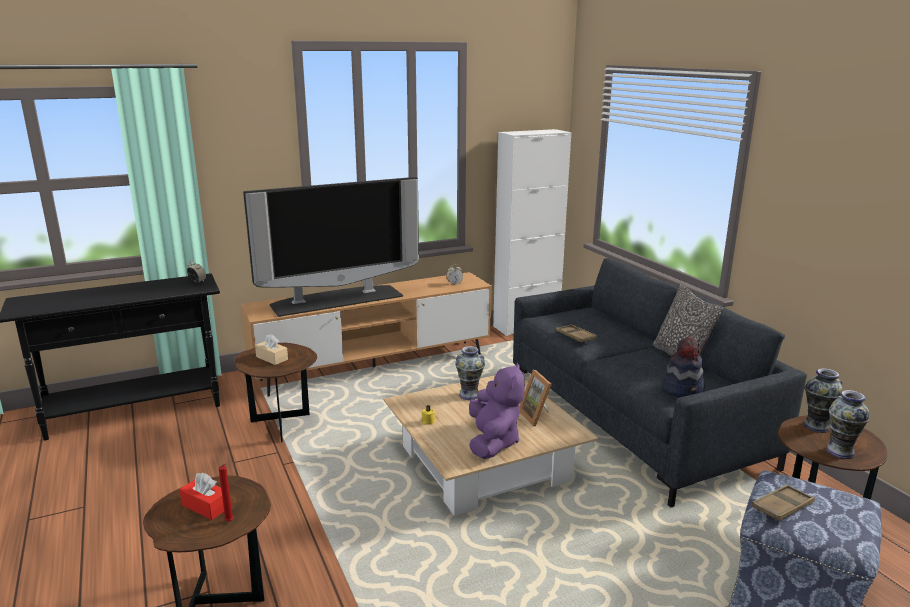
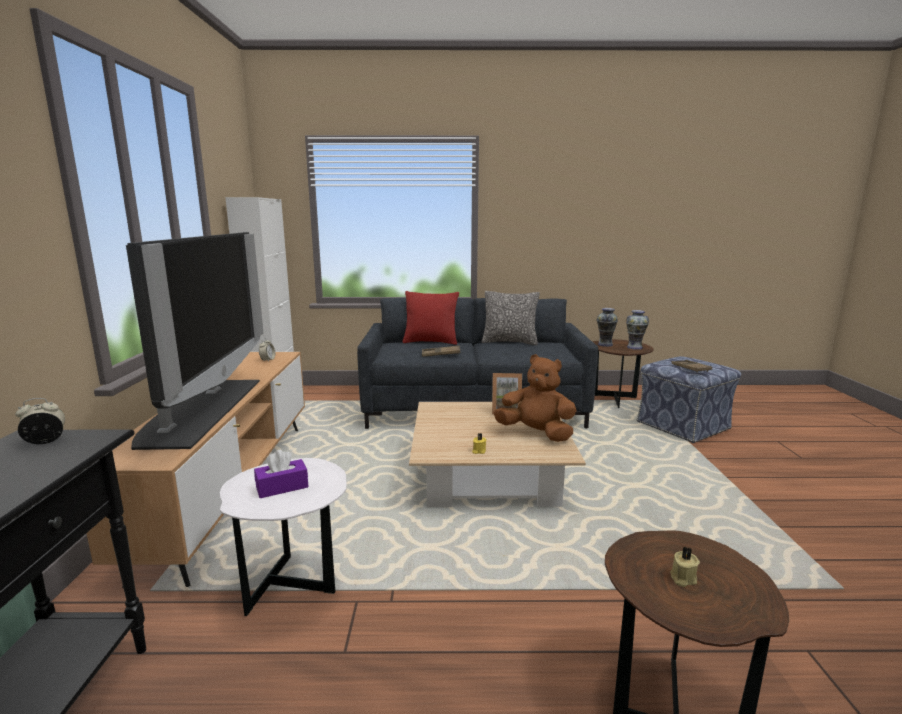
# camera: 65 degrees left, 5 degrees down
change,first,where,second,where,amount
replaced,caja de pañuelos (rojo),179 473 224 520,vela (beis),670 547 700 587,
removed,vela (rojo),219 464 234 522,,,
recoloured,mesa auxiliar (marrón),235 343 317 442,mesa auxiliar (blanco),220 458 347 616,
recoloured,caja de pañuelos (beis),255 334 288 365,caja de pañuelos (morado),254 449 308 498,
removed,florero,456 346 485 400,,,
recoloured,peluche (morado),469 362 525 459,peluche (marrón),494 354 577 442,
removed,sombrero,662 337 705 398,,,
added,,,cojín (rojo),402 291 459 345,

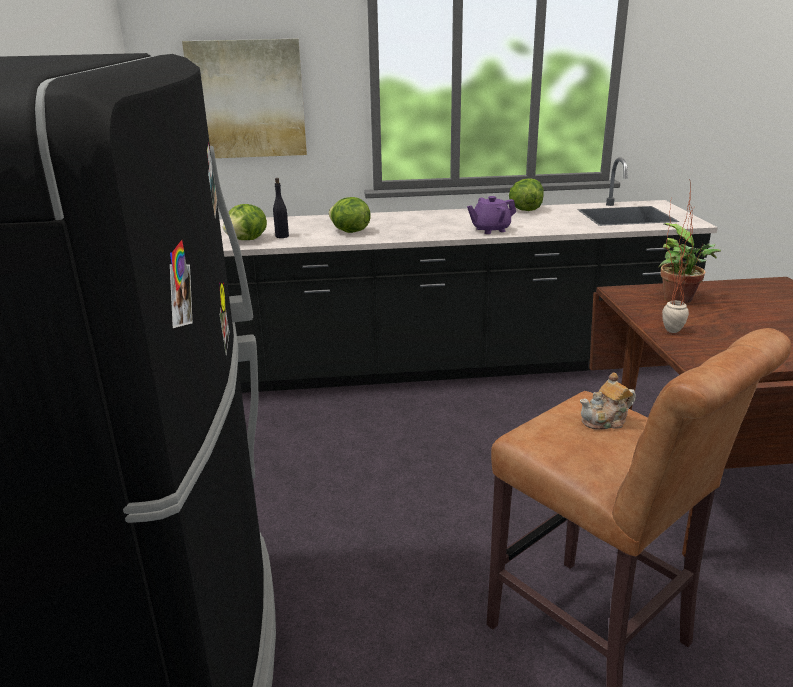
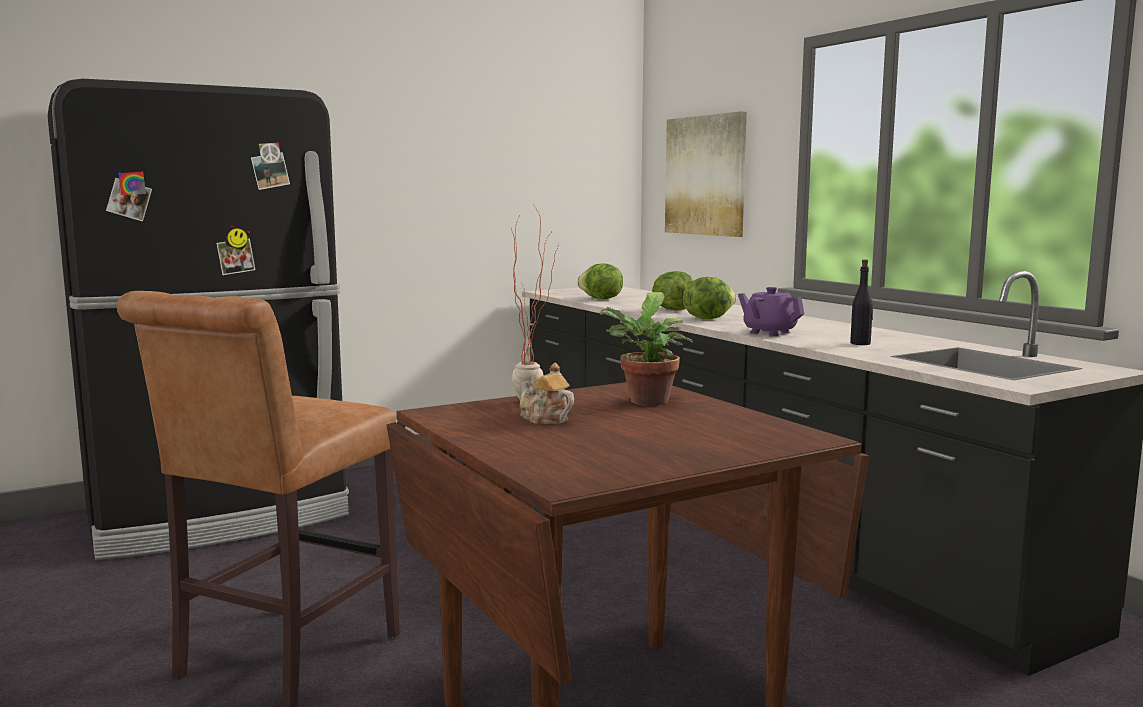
# camera: 65 degrees right, 15 degrees down
change,first,where,second,where,amount
moved,botella (negro),273 178 289 238,,850 259 873 345,
moved,lechuga,509 178 544 211,,683 277 736 319,
moved,tetera,580 372 636 430,,520 363 574 424,

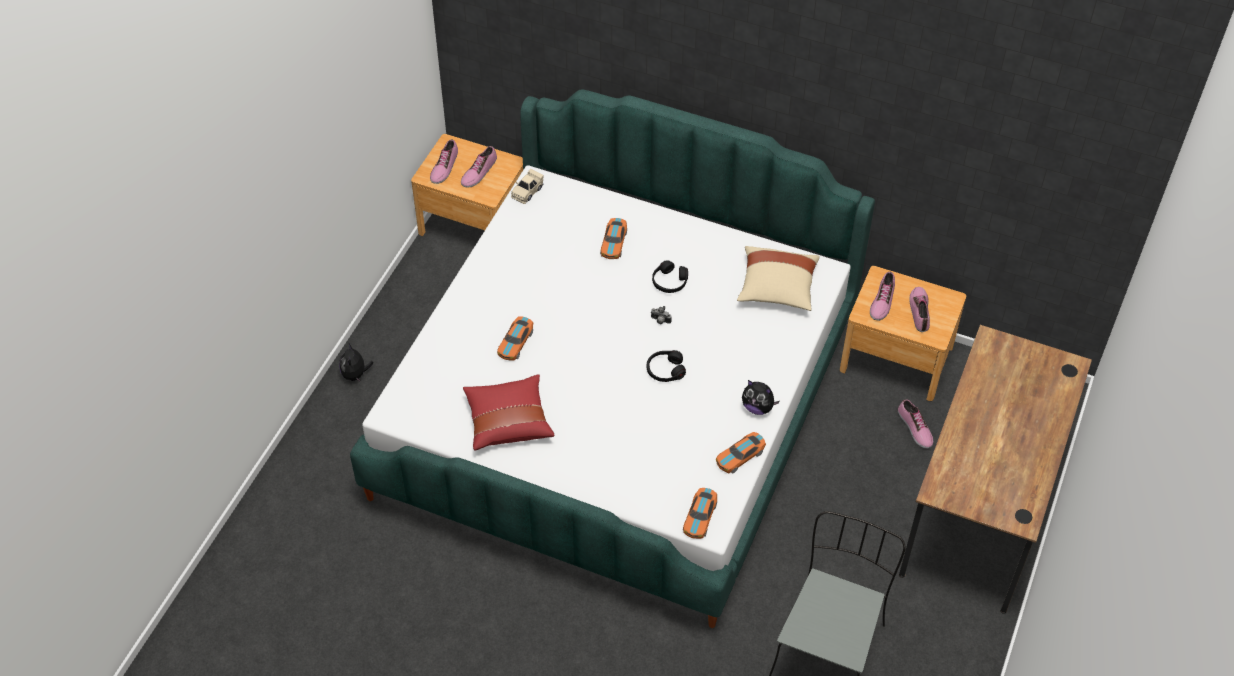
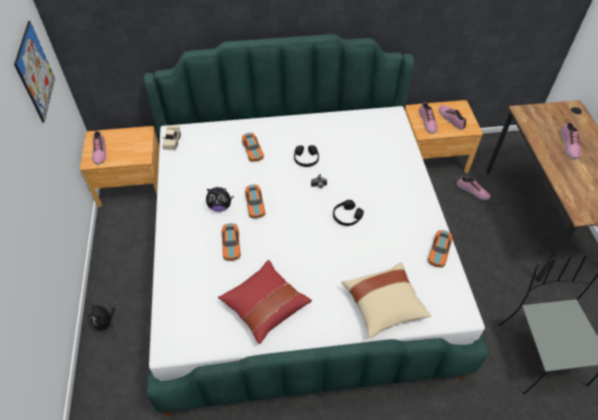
# camera: 30 degrees left, 0 degrees up
change,first,where,second,where,amount
moved,zapato,461 146 497 188,,561 122 581 159,
moved,coche de juguete,683 488 717 539,,245 185 265 219,
moved,cojín (beis),737 246 819 311,,341 263 431 338,
moved,peluche,742 380 780 415,,206 187 234 212,
added,,,cuadro,14 21 55 123,

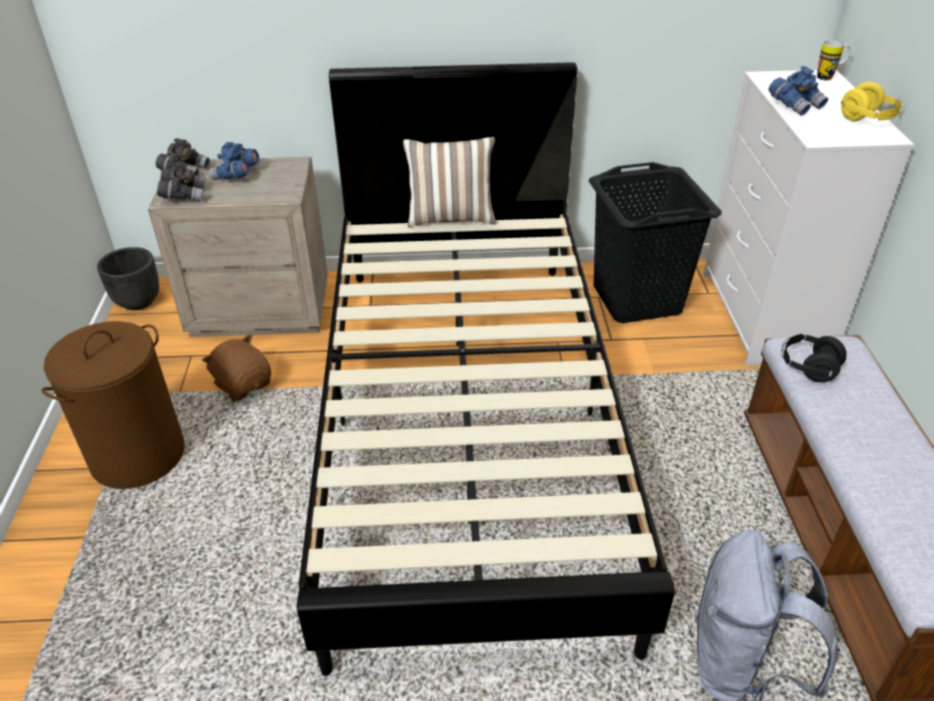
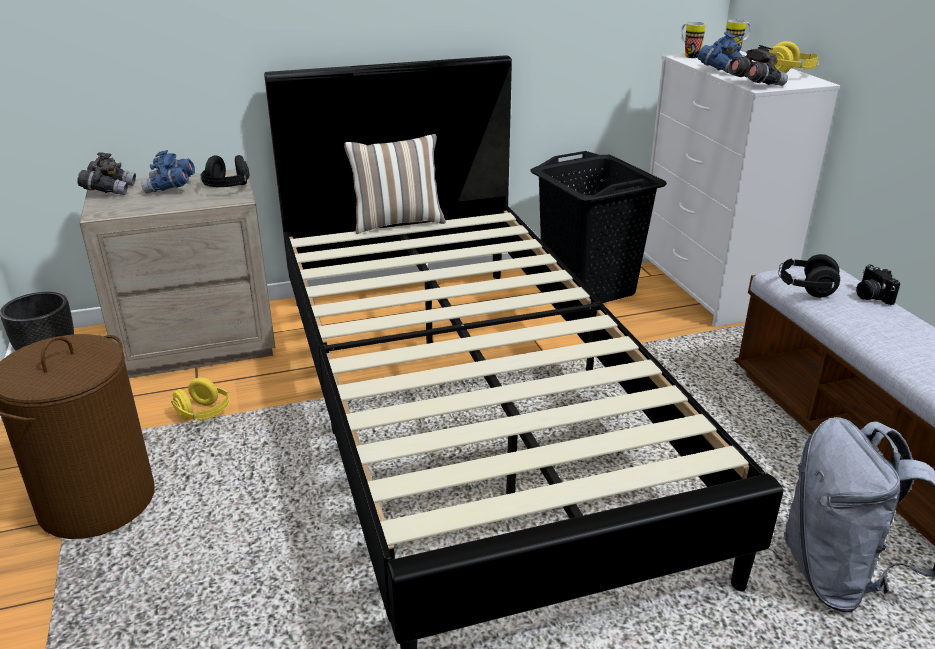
# camera: 15 degrees left, 10 degrees down
change,first,where,second,where,amount
moved,prismáticos (gris),157 162 205 201,,729 45 788 86,
replaced,peluche (marrón),202 335 271 402,auriculares (amarillo),171 378 230 421,
added,,,auriculares (negro),200 155 249 187,
added,,,taza grande,681 22 706 58,
added,,,cámara,856 265 900 305,

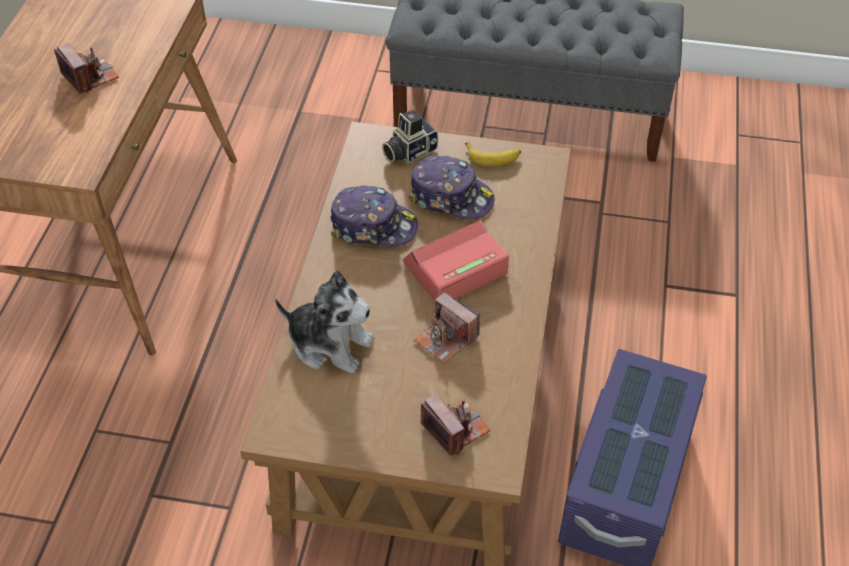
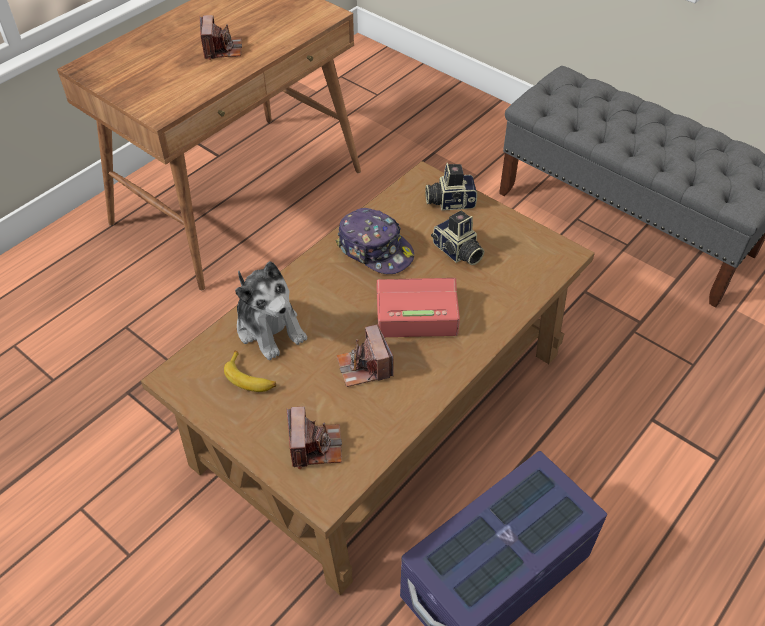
# camera: 30 degrees right, 0 degrees up
change,first,where,second,where,amount
replaced,gorra,409 156 494 219,cámara,431 211 485 265,
moved,plátano,465 142 521 166,,224 350 276 392,

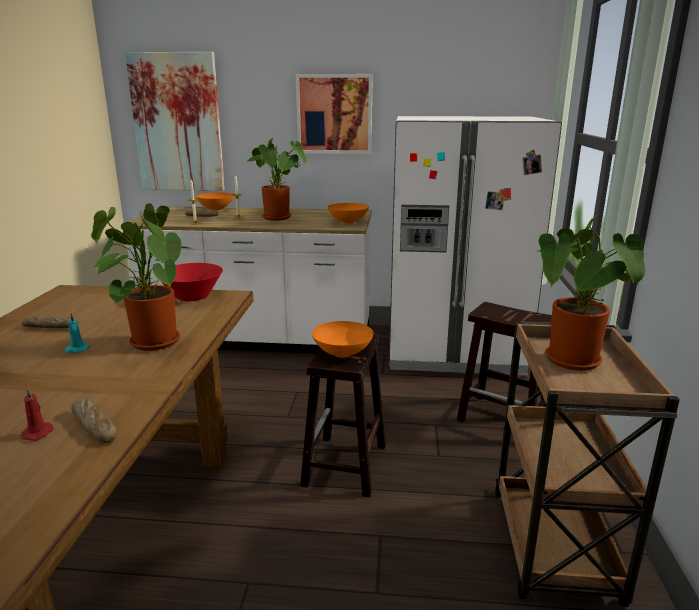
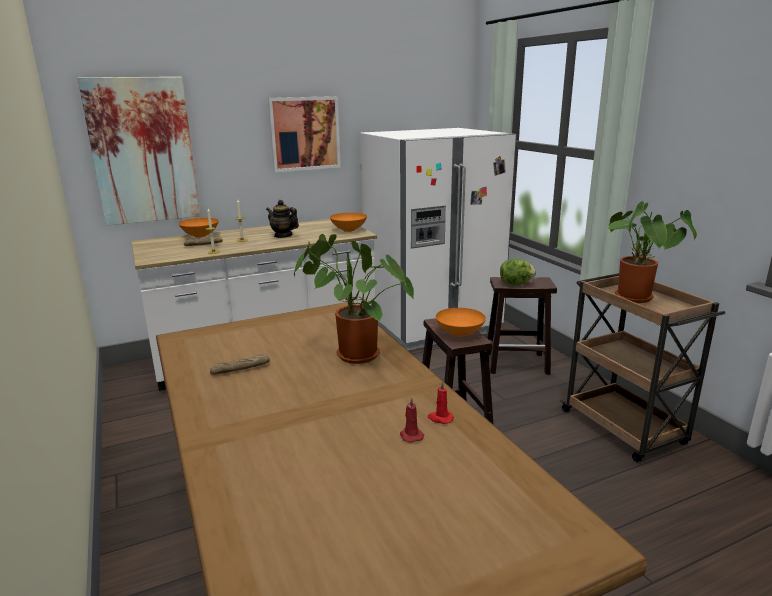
# camera: 30 degrees left, 0 degrees up
change,first,where,second,where,amount
removed,vela (turquesa),65 313 90 353,,,
replaced,pan,71 398 117 443,vela (rojo),428 381 454 424,
removed,cuenco (rojo),162 263 223 301,,,
replaced,planta en maceta,246 138 307 221,tetera,266 200 299 238,
added,,,lechuga,500 259 536 285,

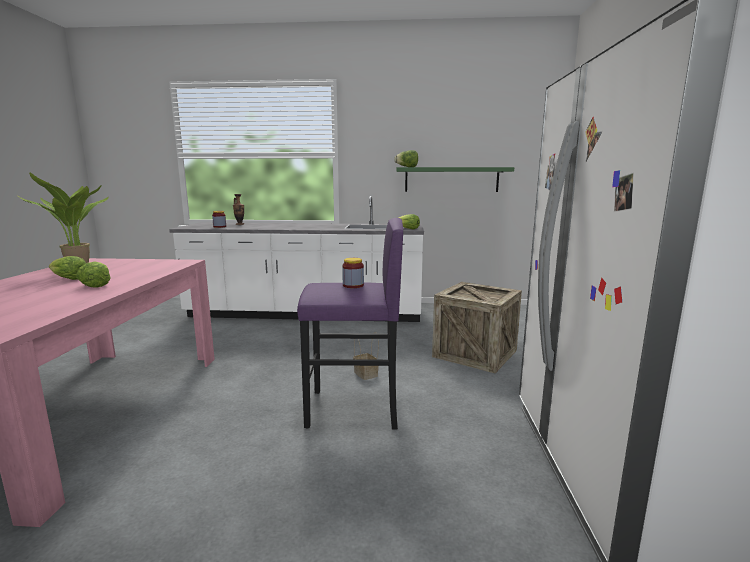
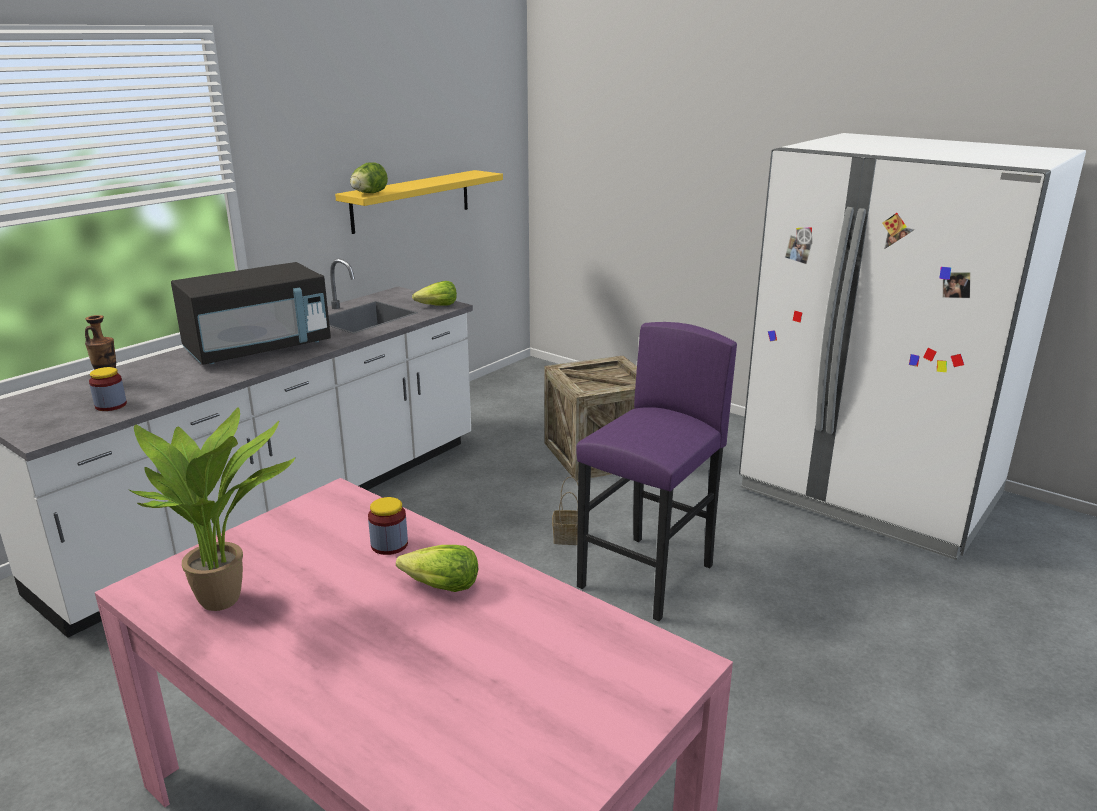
# camera: 55 degrees left, 10 degrees up
change,first,where,second,where,amount
removed,lechuga,49 256 86 280,,,
moved,tarro,342 258 364 288,,368 497 408 555,
recoloured,estante (verde),396 167 514 192,estante (amarillo),335 170 503 234,
added,,,microondas (negro),171 262 331 365,

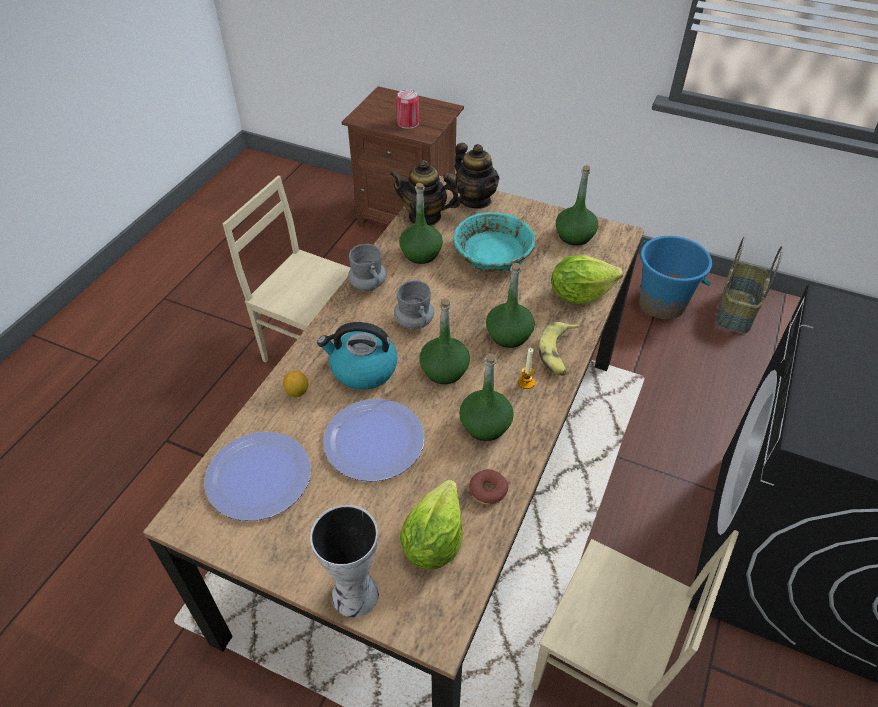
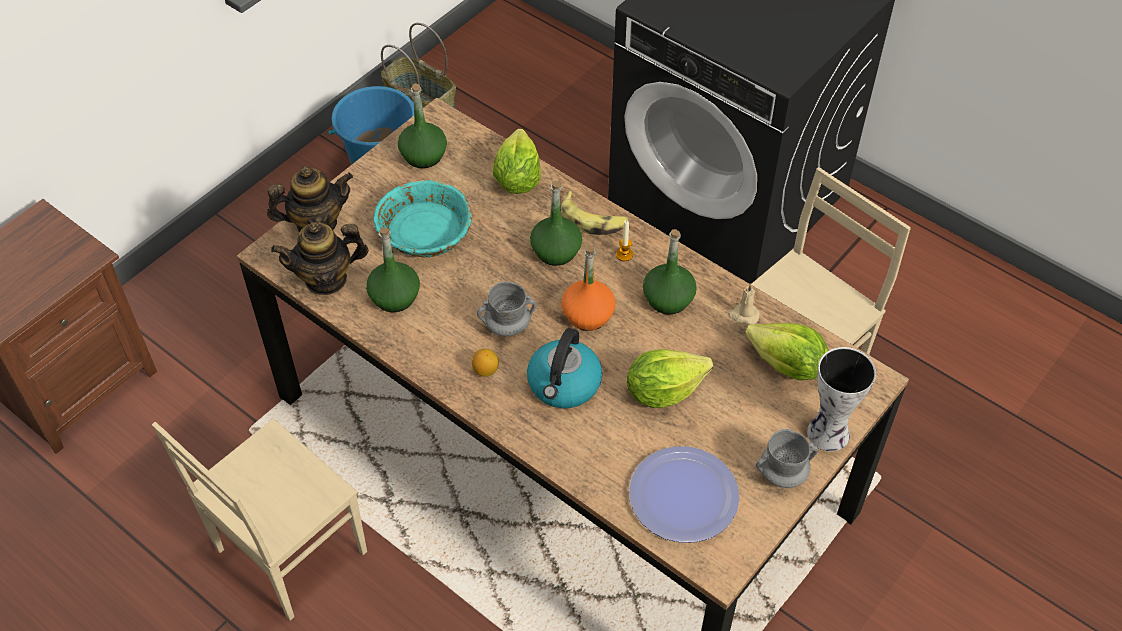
# camera: 75 degrees left, 5 degrees up
change,first,where,second,where,amount
moved,limón,283 371 308 397,,472 349 499 377,
replaced,plato,323 399 425 482,lechuga,627 349 713 408,
moved,taza grande (gris),348 244 387 291,,756 429 818 488,
turned,tetera,389 160 461 226,,271 222 369 295,45 degrees clockwise
removed,lata,396 89 419 129,,,
recoloured,botella (verde),419 298 470 384,botella (naranja),561 246 615 331,
replaced,rosquilla,469 469 508 505,vela (beis),728 283 760 325,

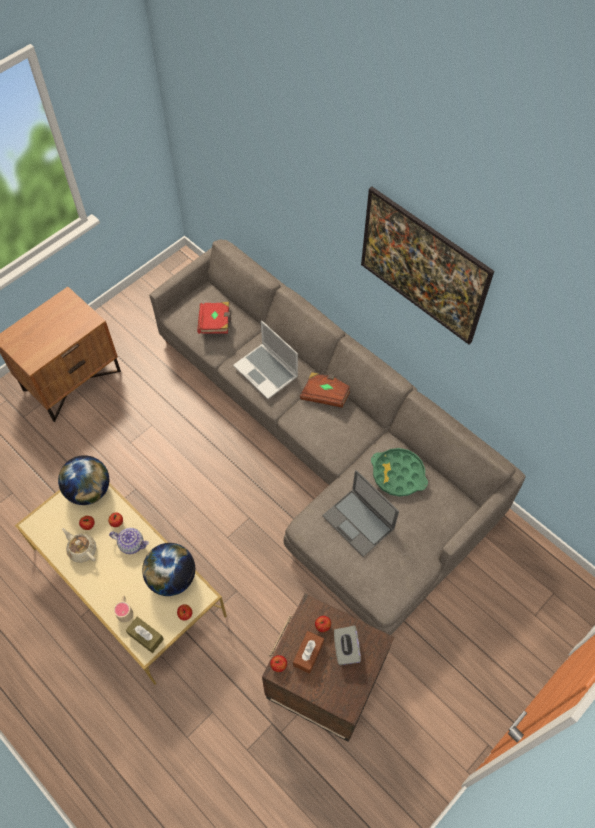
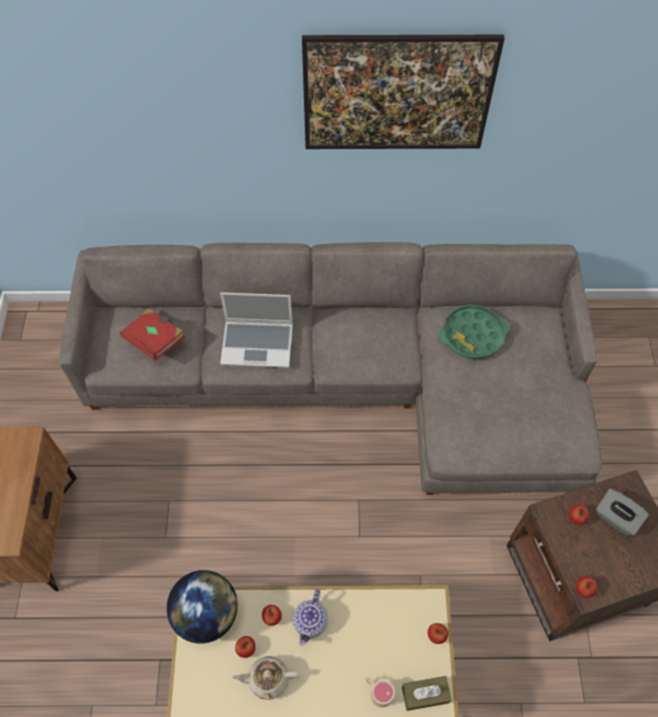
# camera: 45 degrees left, 0 degrees up
change,first,where,second,where,amount
turned,tetera,109 528 149 554,,293 589 328 646,135 degrees clockwise
removed,globo terráqueo,142 543 195 596,,,
removed,caja de pañuelos (marrón),293 631 324 674,,,
removed,libro (marrón),300 372 350 408,,,
removed,portátil,322 470 399 557,,,

